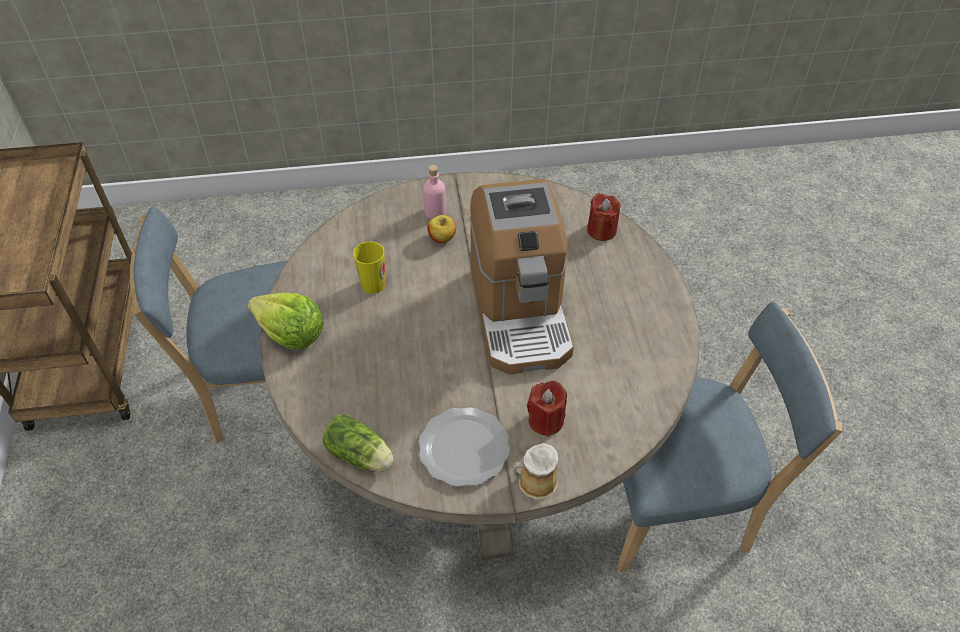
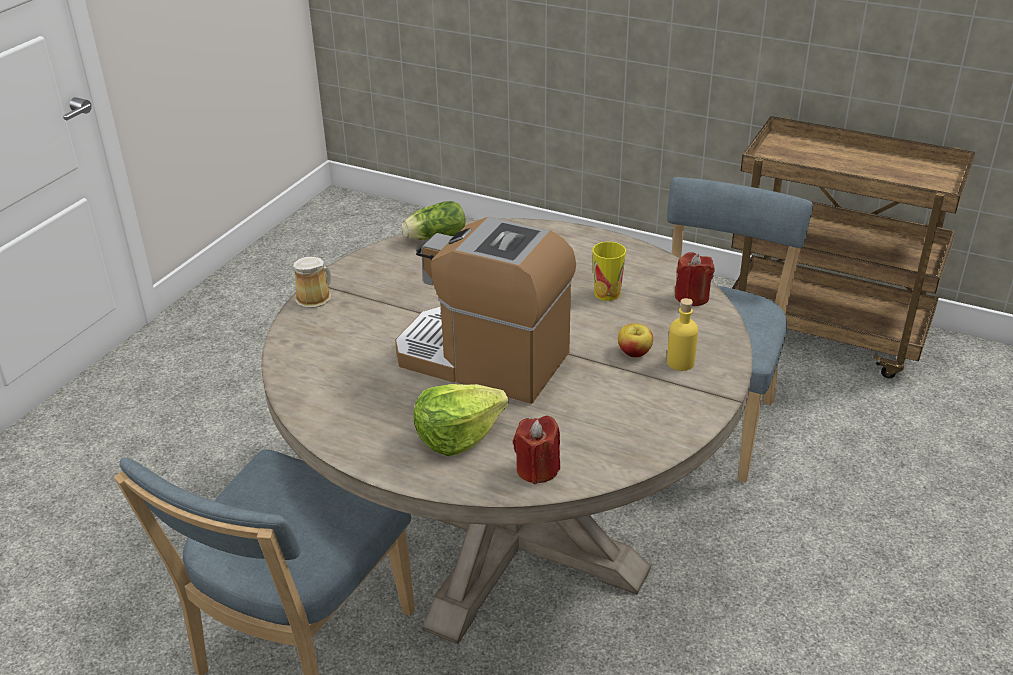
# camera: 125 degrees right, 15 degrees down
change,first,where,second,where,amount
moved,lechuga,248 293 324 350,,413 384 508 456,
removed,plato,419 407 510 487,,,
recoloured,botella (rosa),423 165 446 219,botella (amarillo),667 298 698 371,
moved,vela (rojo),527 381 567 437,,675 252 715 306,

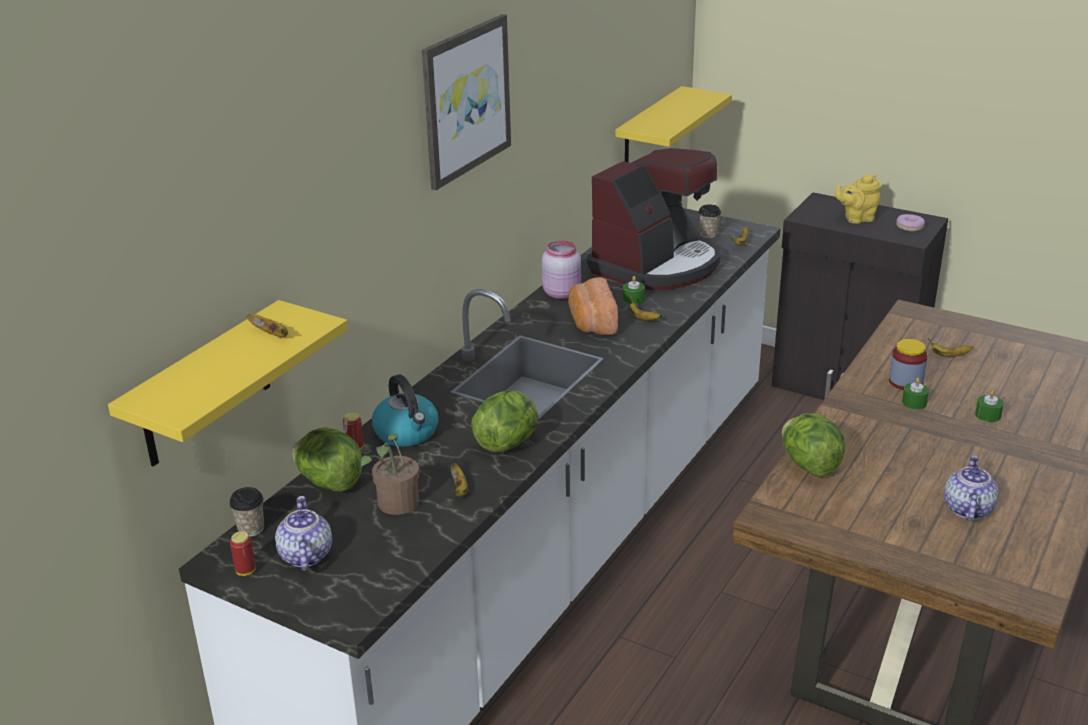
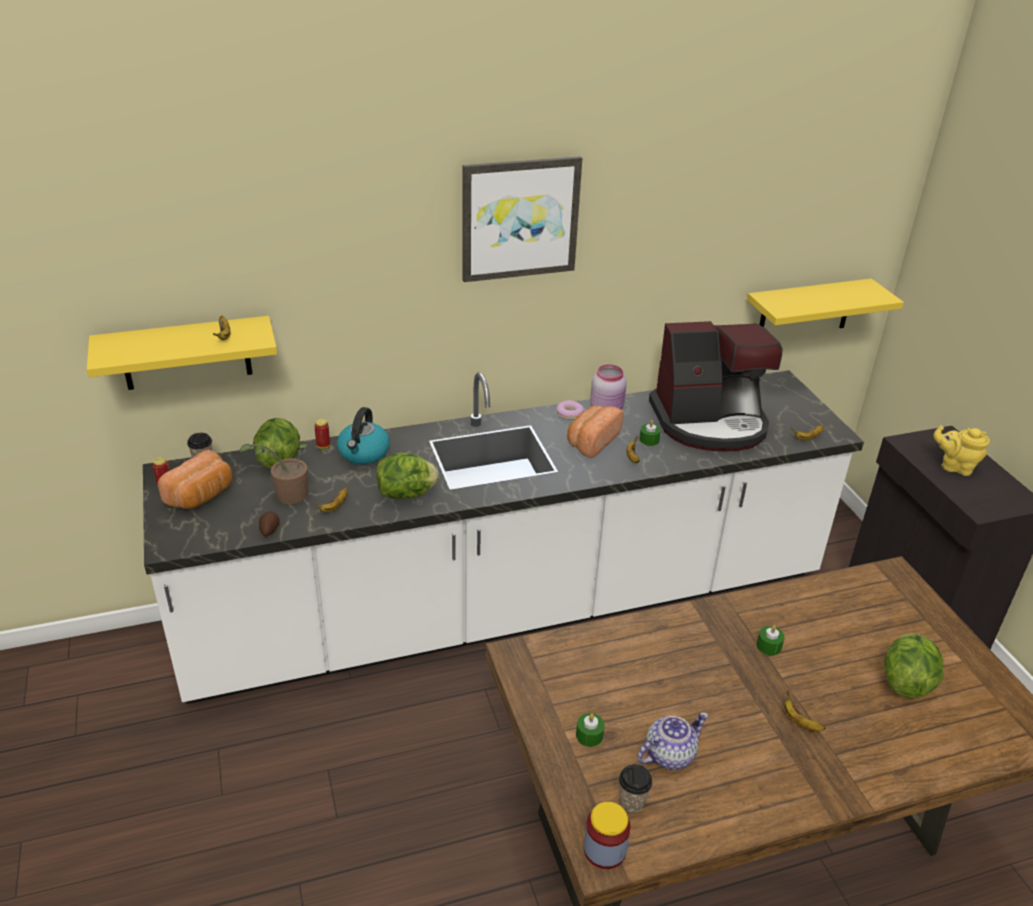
# camera: 40 degrees right, 5 degrees up
change,first,where,second,where,amount
replaced,tetera,275 496 332 571,pan,158 449 232 509,
moved,taza,698 204 721 238,,619 764 653 812,
moved,lechuga,782 413 845 477,,884 633 943 699,
moved,tarro,889 339 928 390,,584 802 631 869,
moved,rosquilla,896 214 925 232,,557 400 584 420,
moved,plátano,928 338 974 357,,784 691 825 731,
moved,vela (verde),975 390 1004 422,,576 713 605 747,
added,,,patata,259 512 280 536,

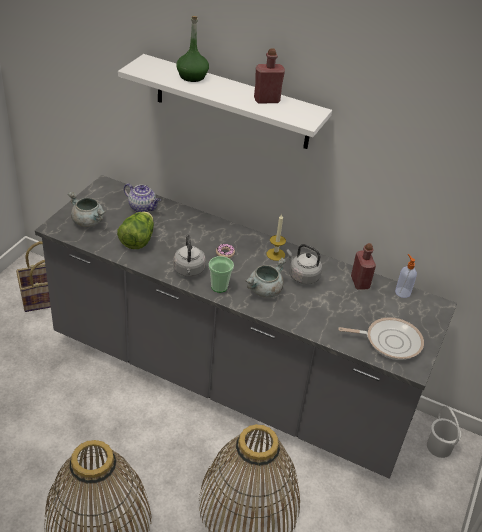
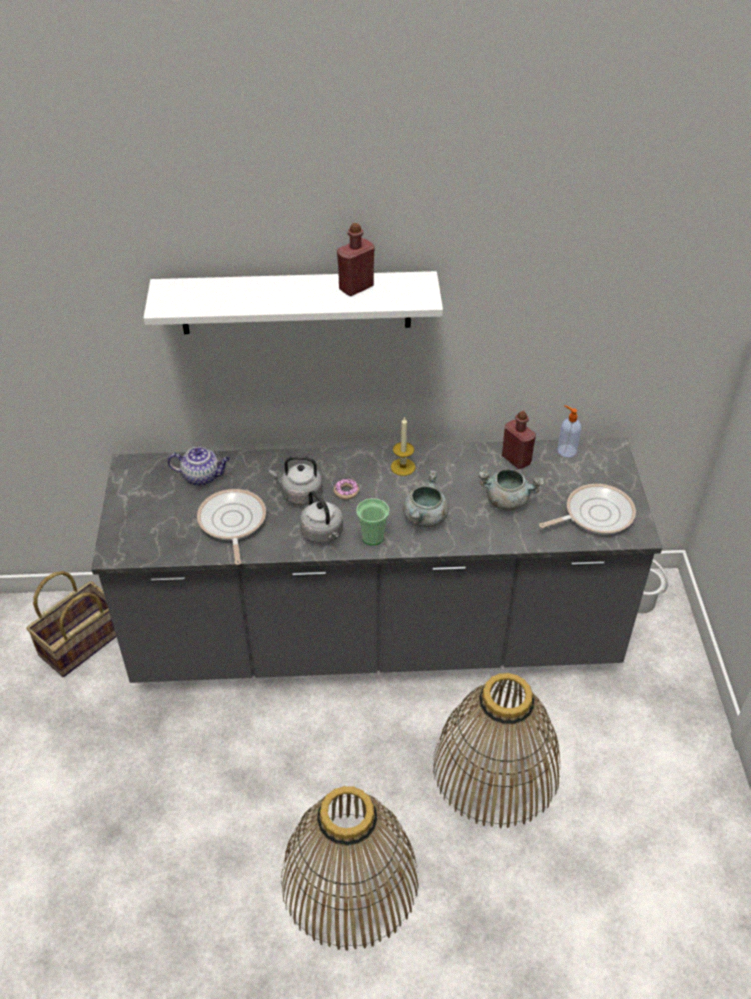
# camera: 25 degrees left, 5 degrees up
change,first,where,second,where,amount
moved,olla (gris),68 192 106 227,,479 469 544 510,
replaced,lechuga,117 212 154 249,sartén,197 489 266 565,
removed,botella (verde),176 16 209 82,,,
moved,hervidor (gris),286 244 322 285,,269 456 323 505,

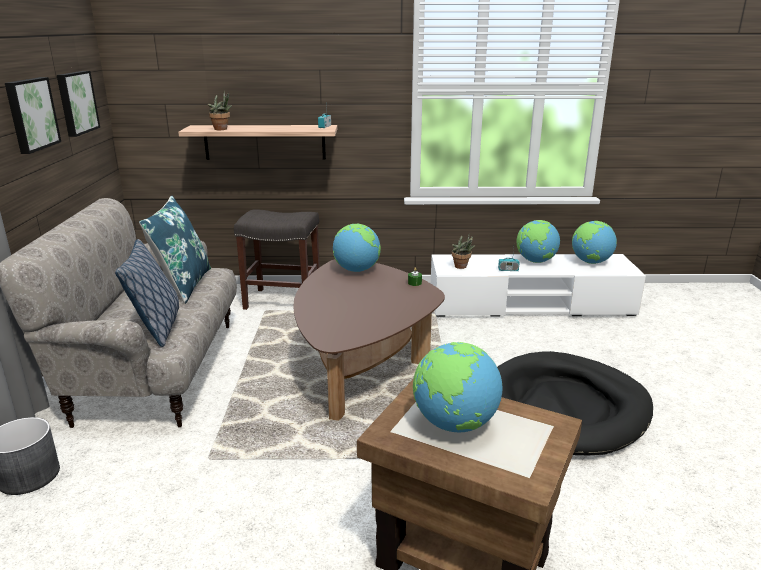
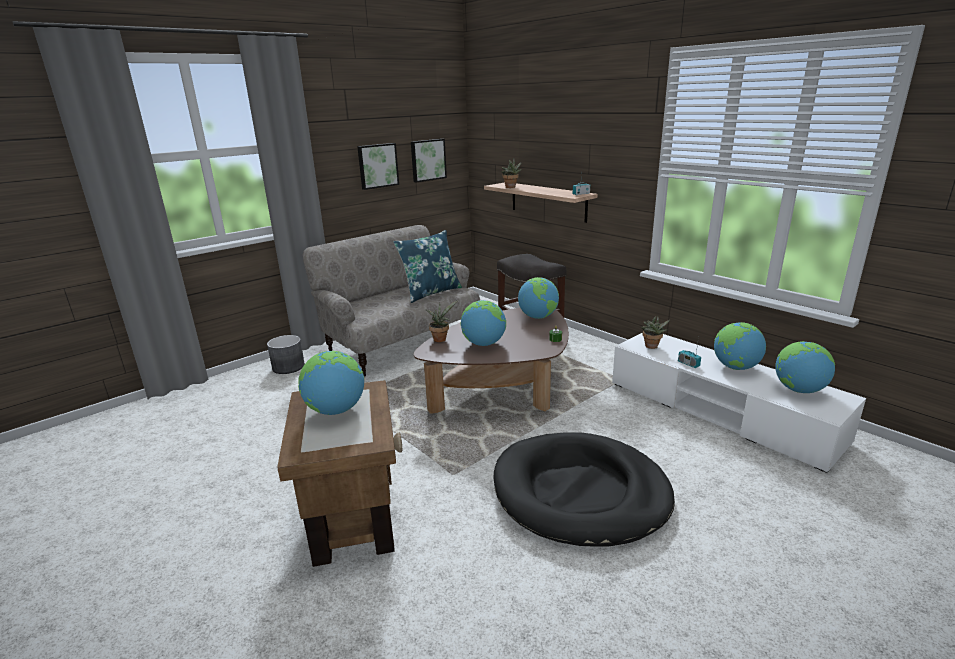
# camera: 50 degrees right, 0 degrees up
change,first,where,second,where,amount
removed,cojín,115 239 179 347,,,
added,,,planta en maceta,425 300 458 342,
added,,,globo terráqueo,460 300 506 346,

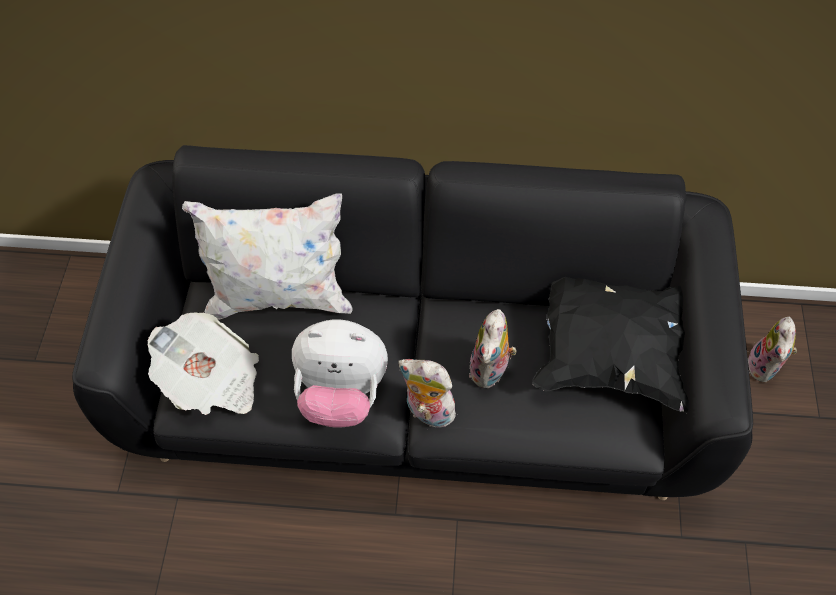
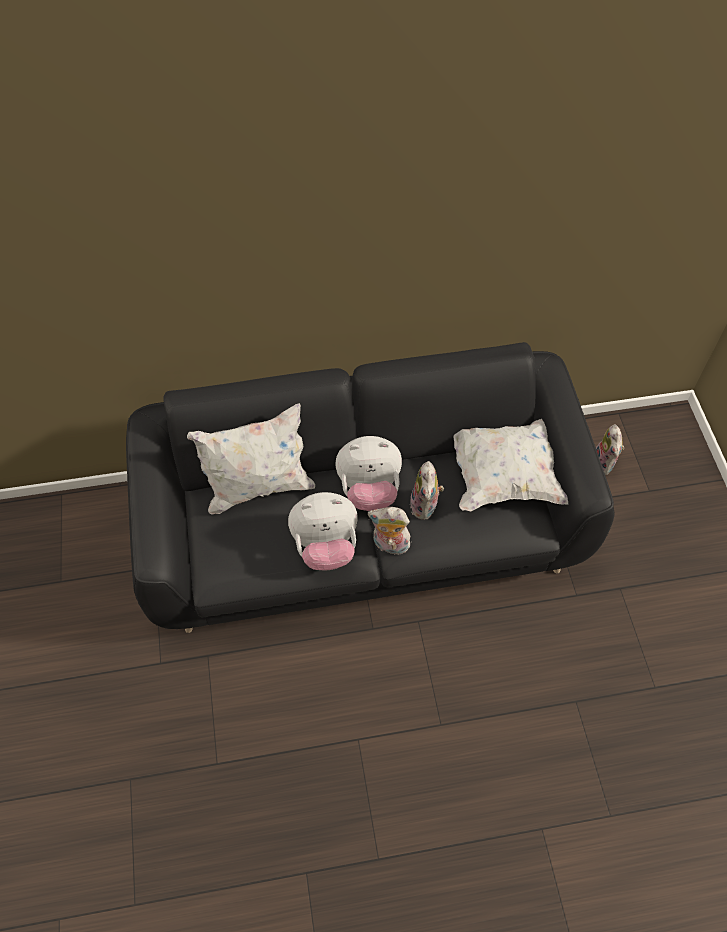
# camera: 15 degrees left, 0 degrees up
change,first,where,second,where,amount
removed,periódico,148 313 259 415,,,
recoloured,cojín (negro),532 277 689 414,cojín (blanco),453 419 568 511,
added,,,peluche,335 436 402 511,

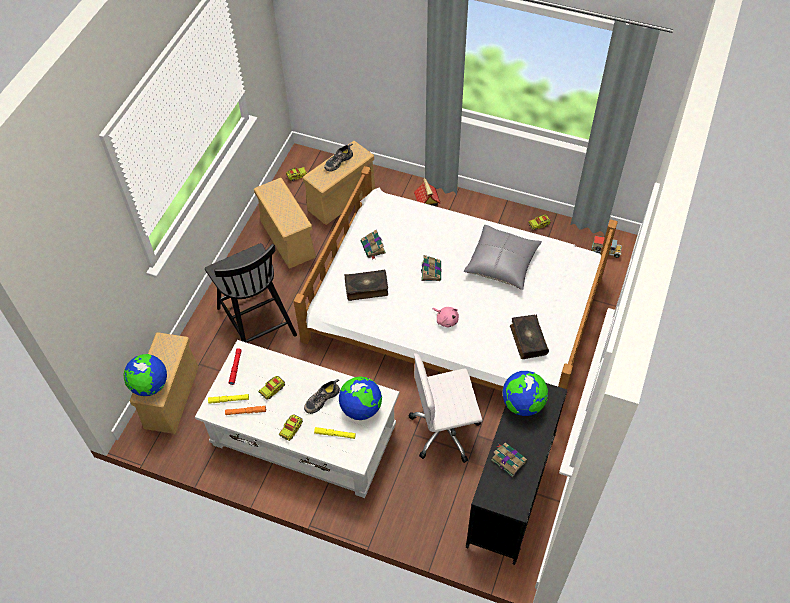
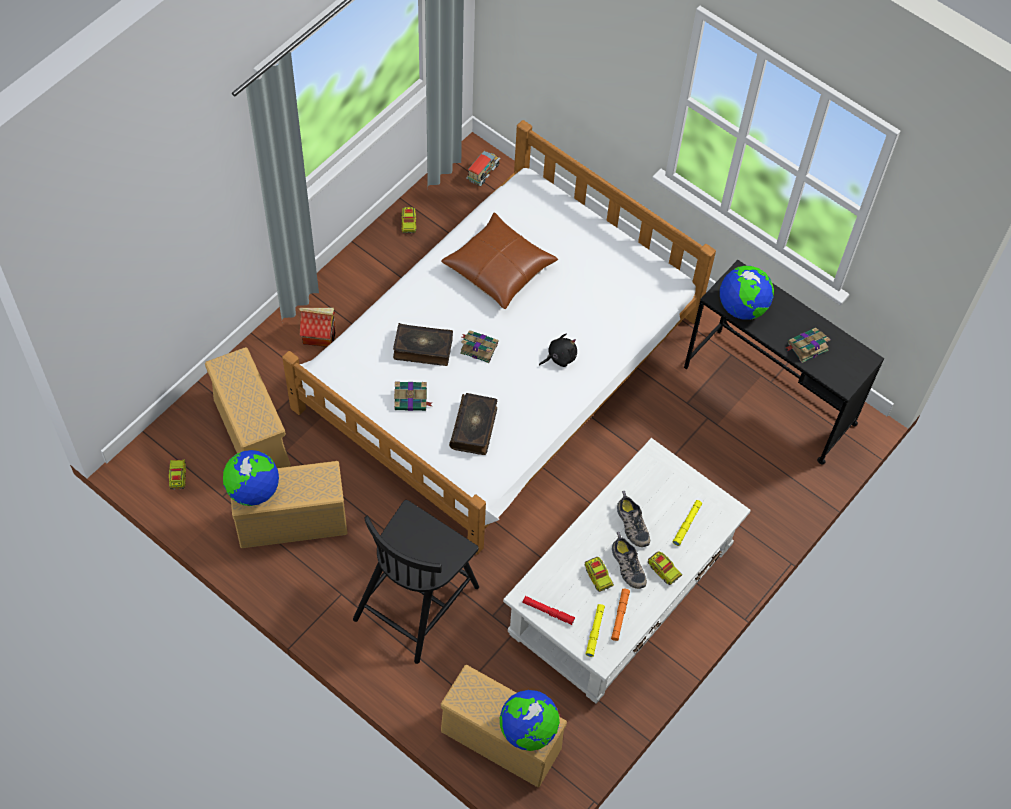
# camera: 75 degrees left, 5 degrees up
change,first,where,second,where,amount
turned,silla (negro),205 243 297 343,,353 500 479 664,135 degrees clockwise
moved,zapato,324 143 353 172,,612 532 647 589,
moved,globo terráqueo,339 376 382 420,,223 450 279 506,
removed,silla de oficina (blanco),409 353 482 463,,,
recoloured,peluche (rosa),433 307 459 327,peluche (negro),539 333 577 367,
recoloured,cojín (gris),464 225 542 290,cojín (marrón),441 212 558 309,
moved,libro,510 315 549 359,,393 323 453 366,

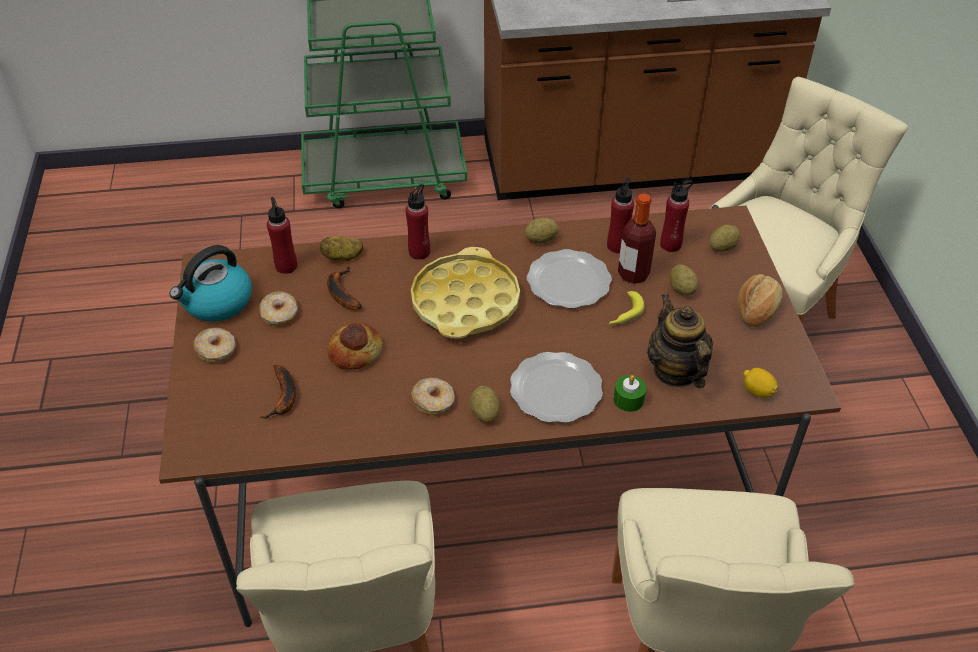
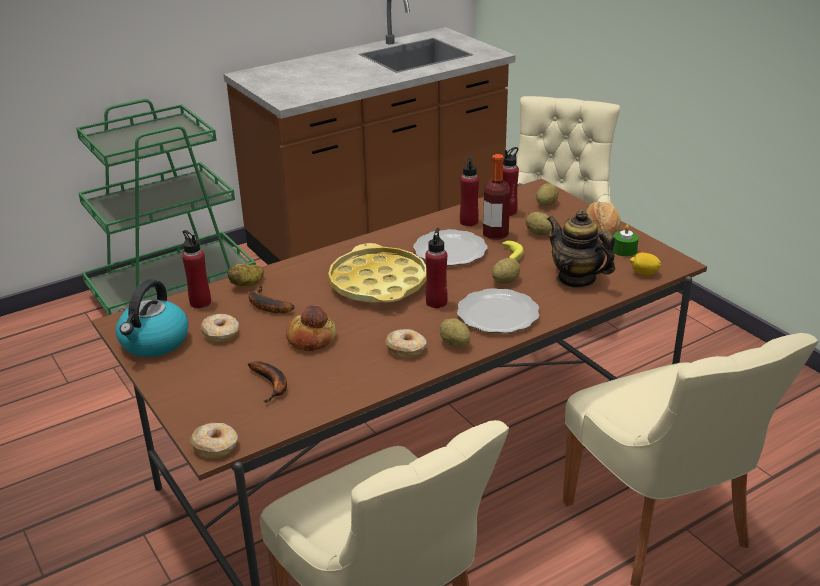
# camera: 25 degrees left, 15 degrees down
change,first,where,second,where,amount
moved,rosquilla,193 328 236 363,,190 423 238 458,
moved,botella (rojo),405 184 430 260,,425 228 448 308,
moved,patata,525 218 559 243,,492 258 520 284,
moved,vela (verde),613 375 646 412,,614 225 639 257,

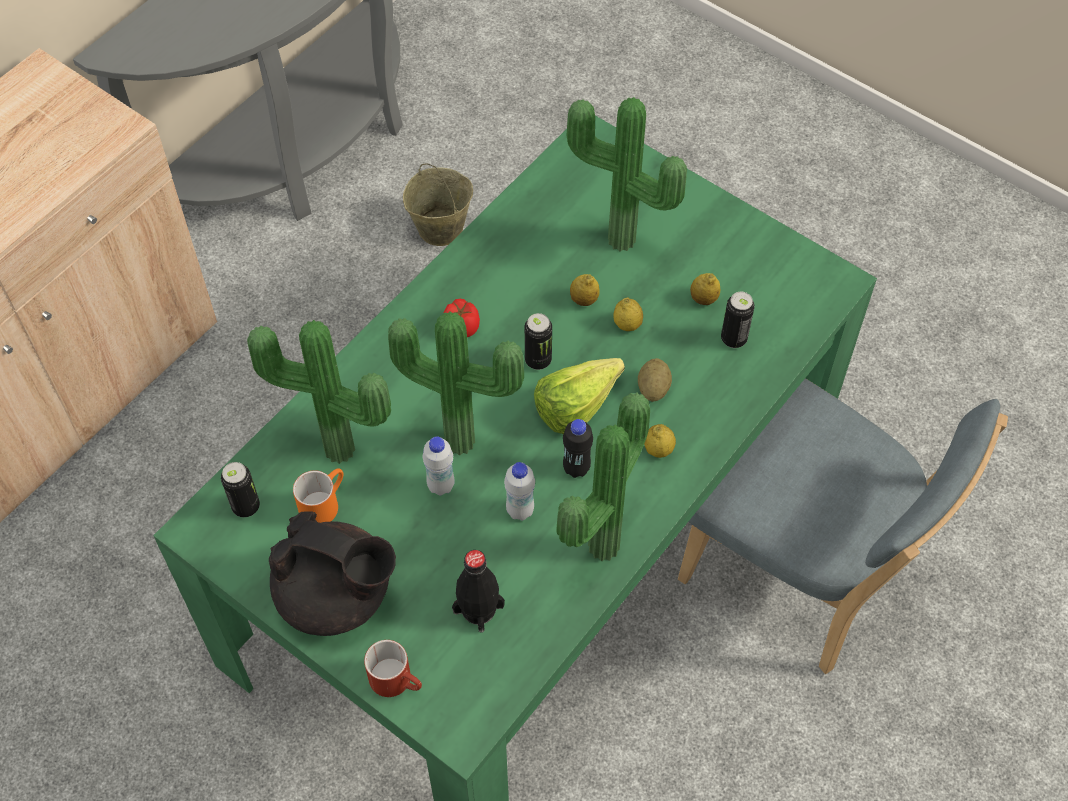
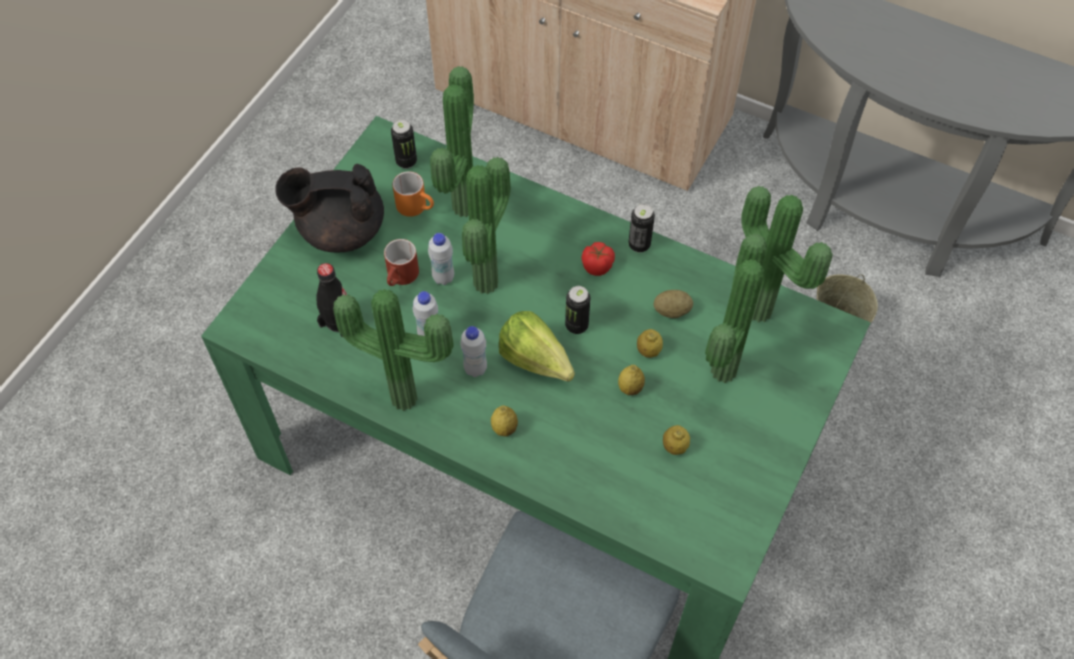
# camera: 80 degrees right, 0 degrees up
change,first,where,second,where,amount
turned,tetera (negro),269 511 396 636,,275 164 384 252,75 degrees clockwise
moved,taza grande (rojo),364 640 422 697,,384 239 419 286,
recoloured,botella (negro),563 419 593 478,botella (blanco),460 326 487 377,
moved,patata,638 358 672 402,,653 290 693 318,
moved,lata,721 292 755 348,,628 204 655 253,
added,,,planta en maceta,741 186 832 322,

